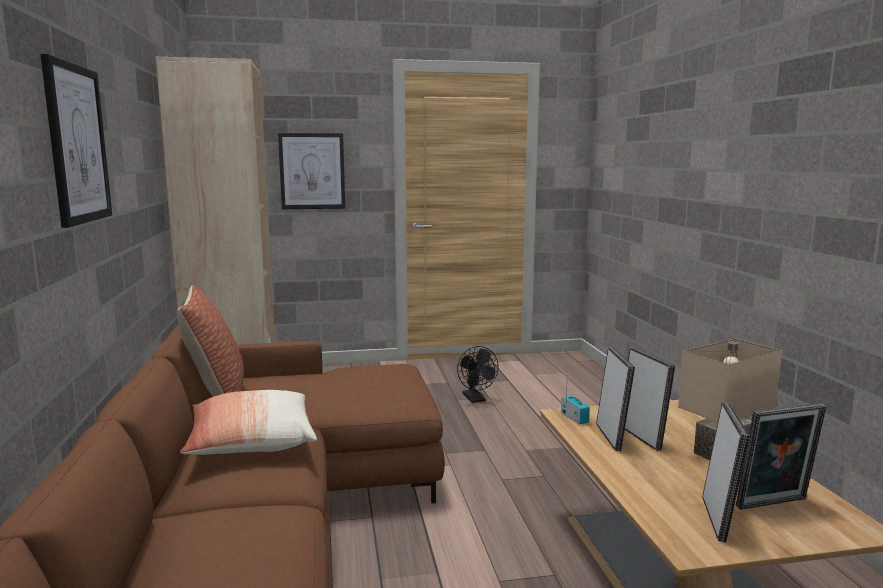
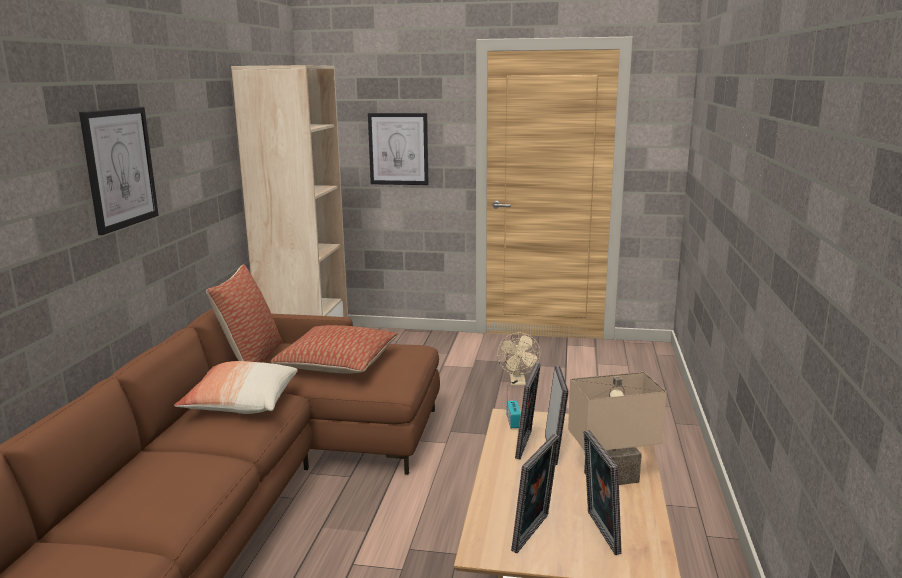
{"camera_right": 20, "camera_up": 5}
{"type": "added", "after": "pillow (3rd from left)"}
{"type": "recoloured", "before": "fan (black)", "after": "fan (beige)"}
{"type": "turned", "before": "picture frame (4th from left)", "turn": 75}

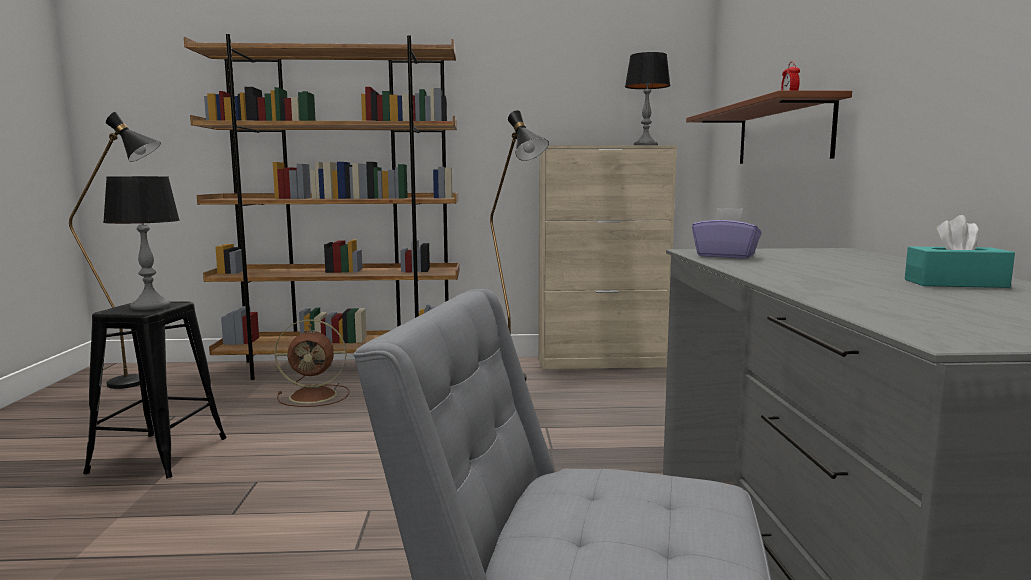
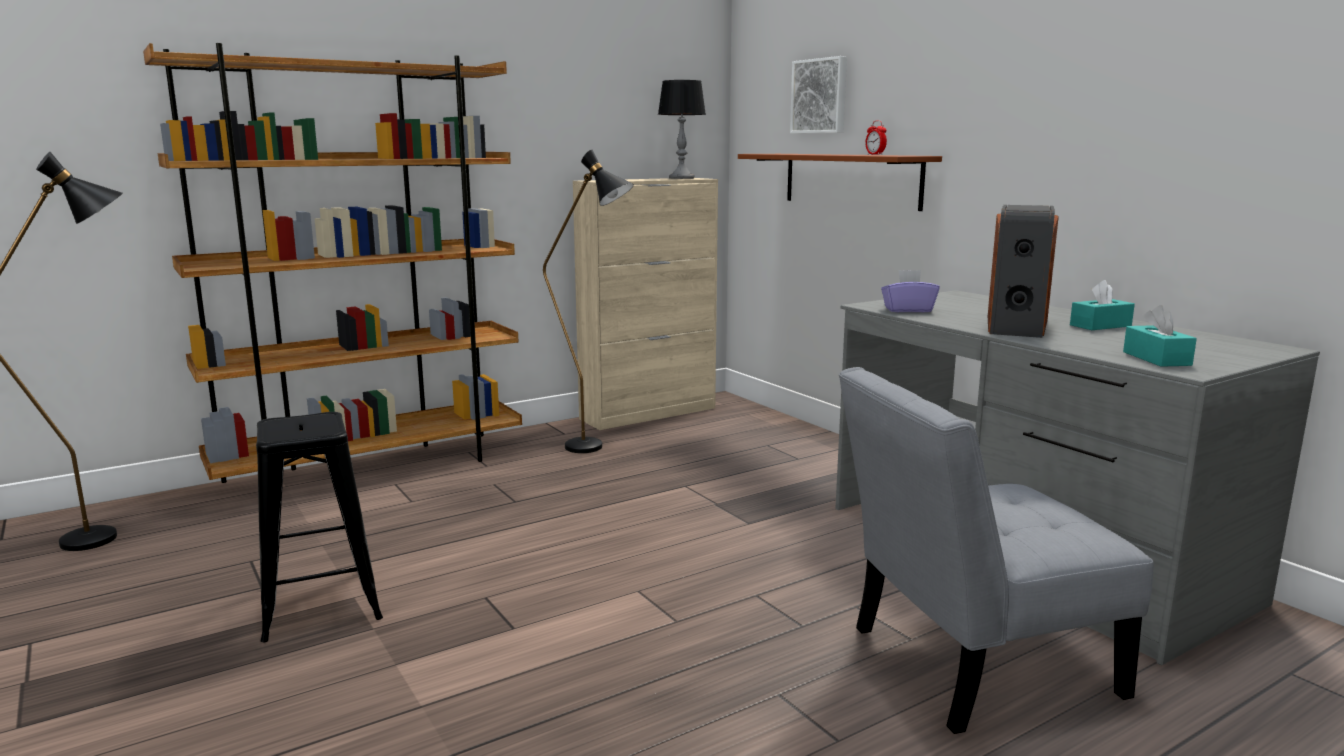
{"camera_right": -30, "camera_up": 5}
{"type": "removed", "before": "table lamp (1st from left)"}
{"type": "removed", "before": "fan (brown)"}
{"type": "added", "after": "picture"}
{"type": "added", "after": "speaker"}
{"type": "added", "after": "tissue box (turquoise) (2nd from left)"}

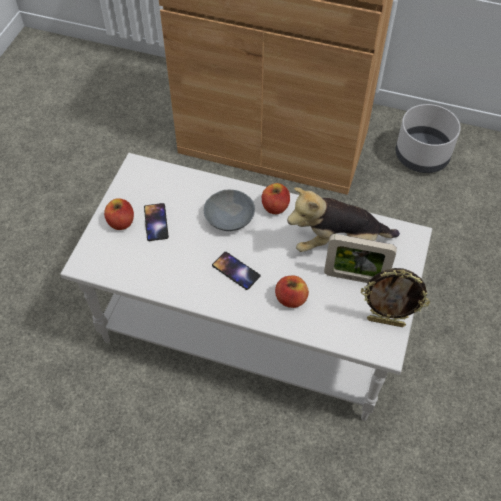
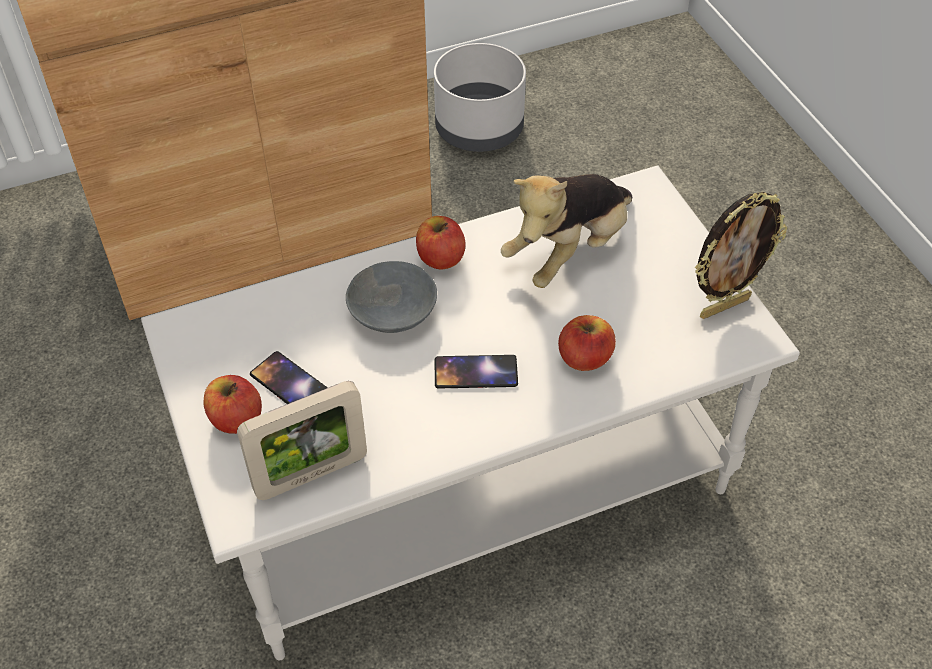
{"camera_right": -40, "camera_up": -5}
{"type": "moved", "before": "picture frame (1st from left)"}

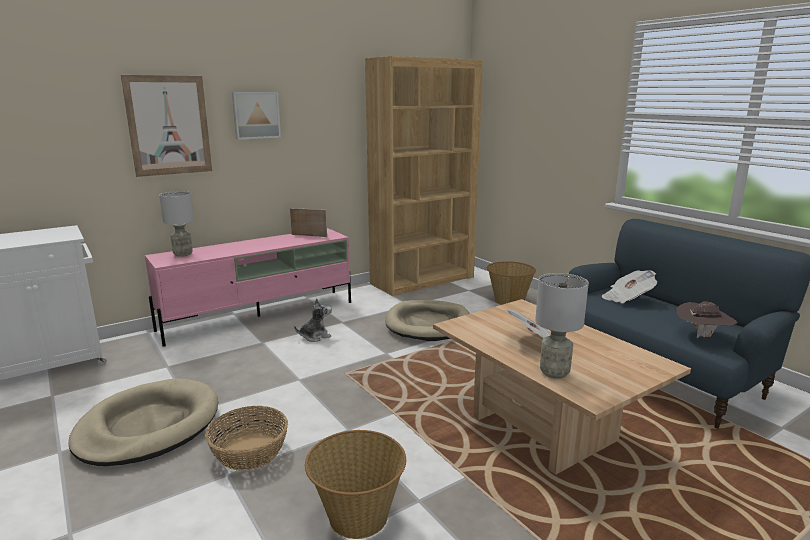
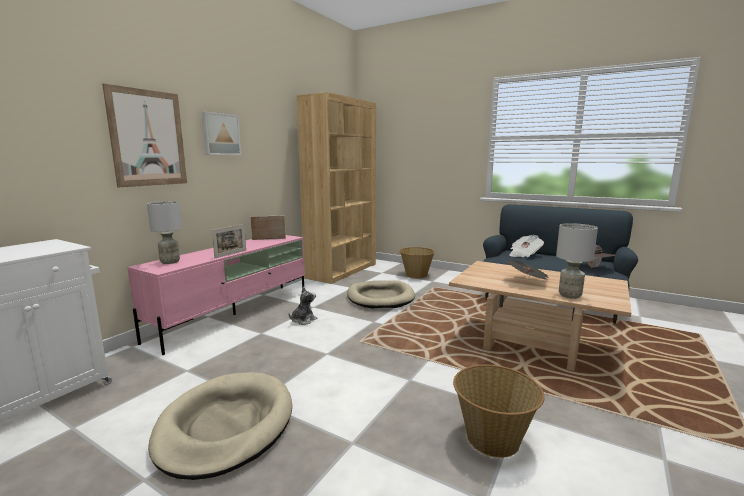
{"camera_right": -25, "camera_up": -5}
{"type": "removed", "before": "basket (1st from left)"}
{"type": "added", "after": "picture frame (1st from left)"}

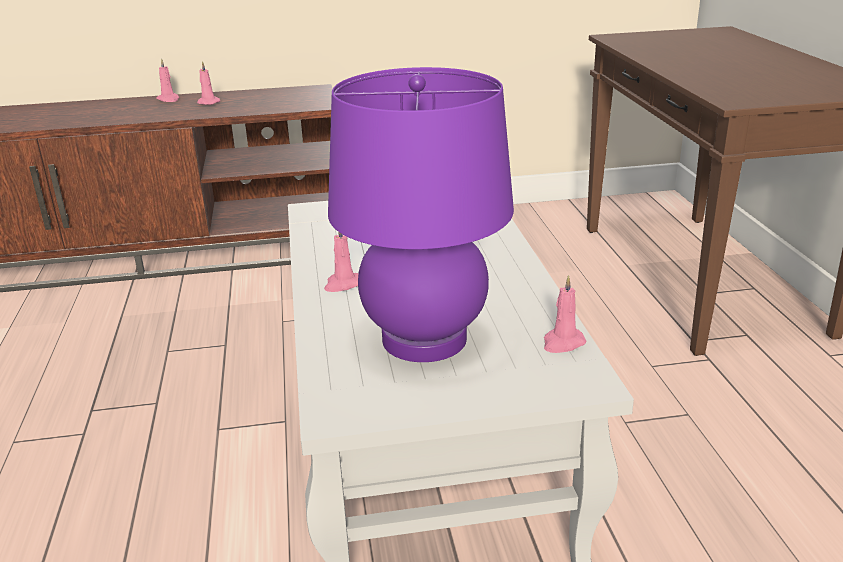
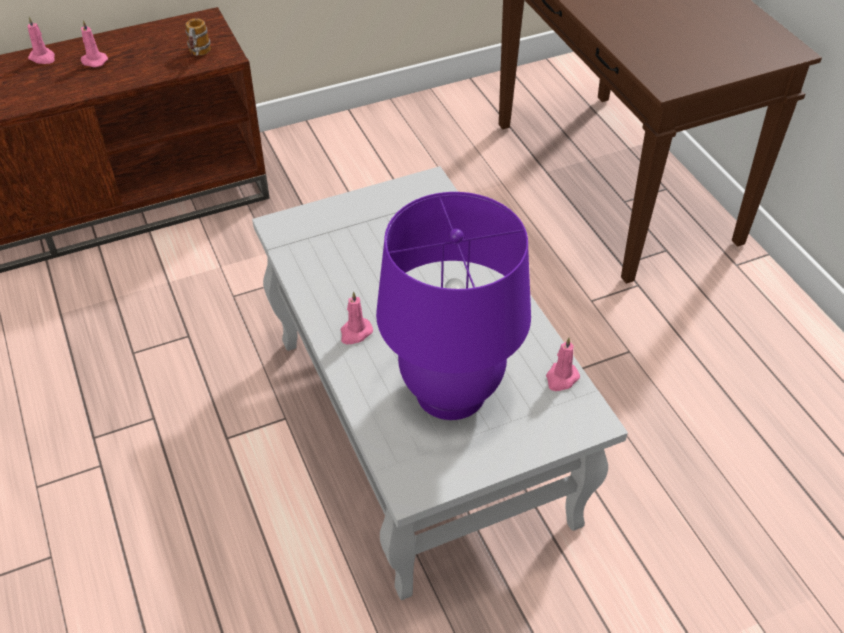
{"camera_right": -15, "camera_up": 20}
{"type": "added", "after": "mug"}

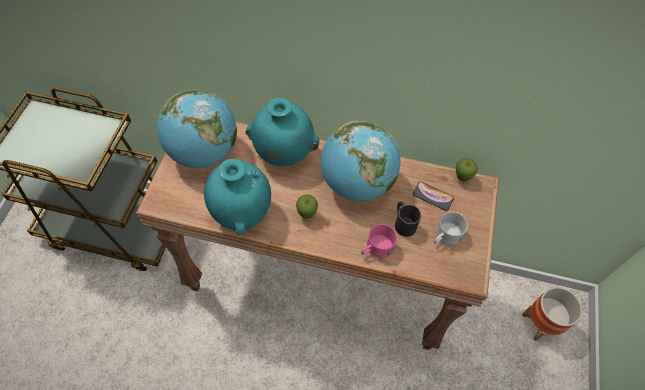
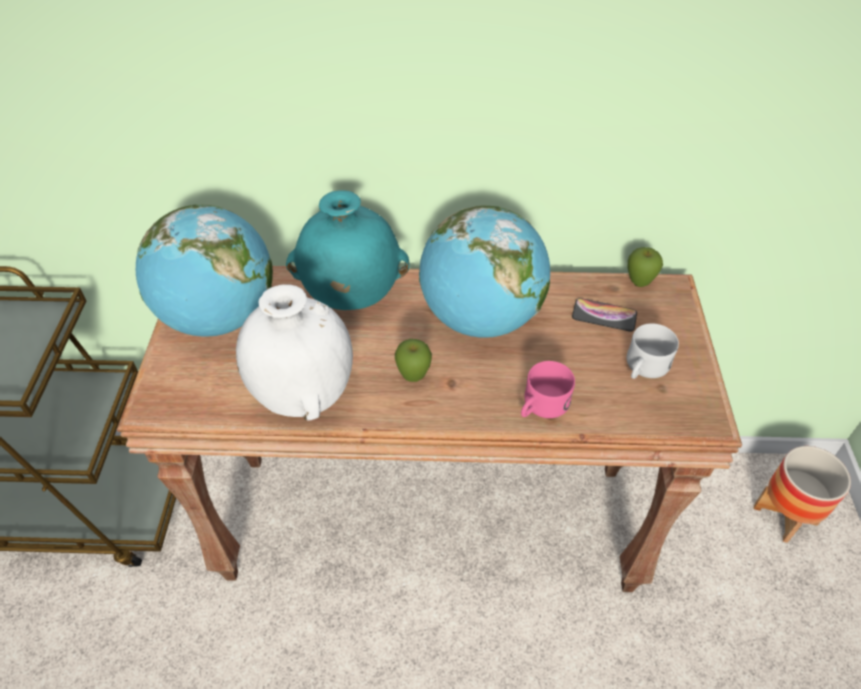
{"camera_right": -10, "camera_up": -10}
{"type": "removed", "before": "mug (black)"}
{"type": "recoloured", "before": "vase (turquoise) (1st from left)", "after": "vase (white)"}

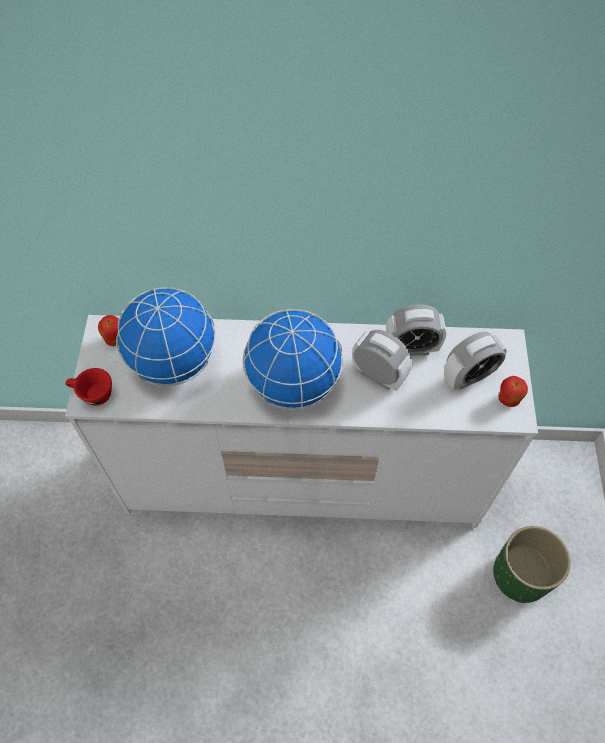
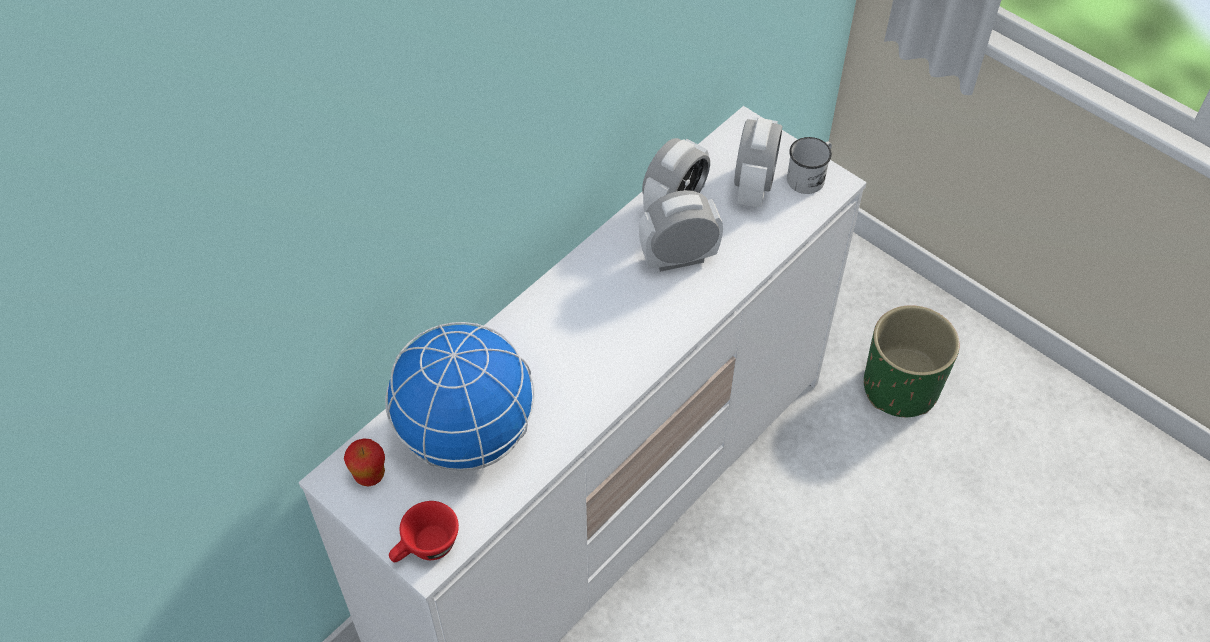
{"camera_right": -50, "camera_up": -5}
{"type": "removed", "before": "globe (2nd from left)"}
{"type": "replaced", "before": "apple (2nd from left)", "after": "mug (white)"}

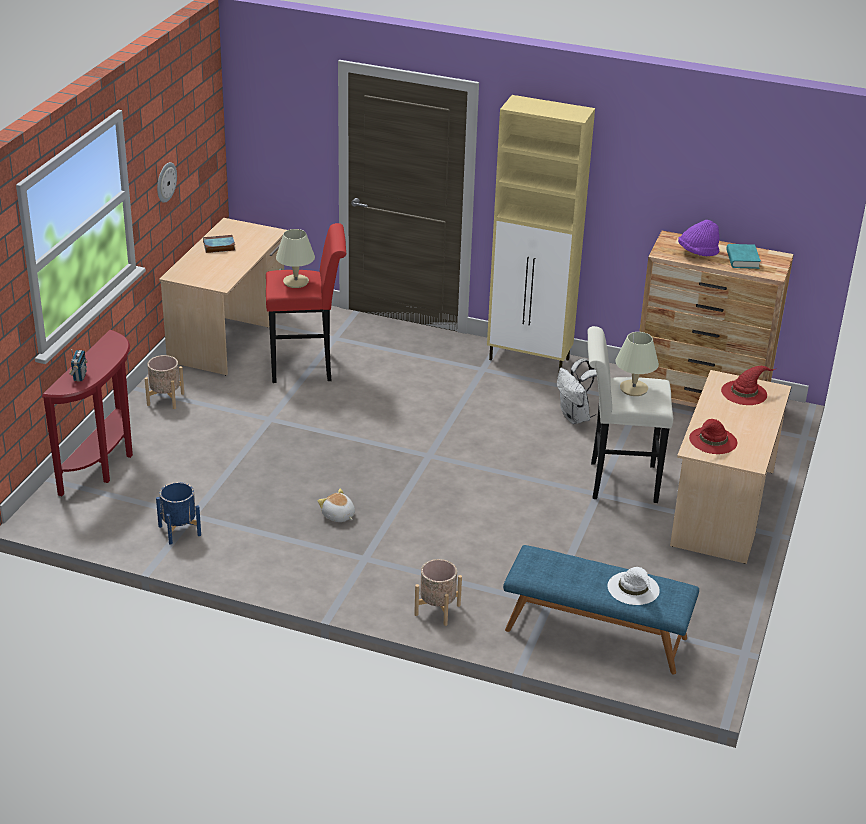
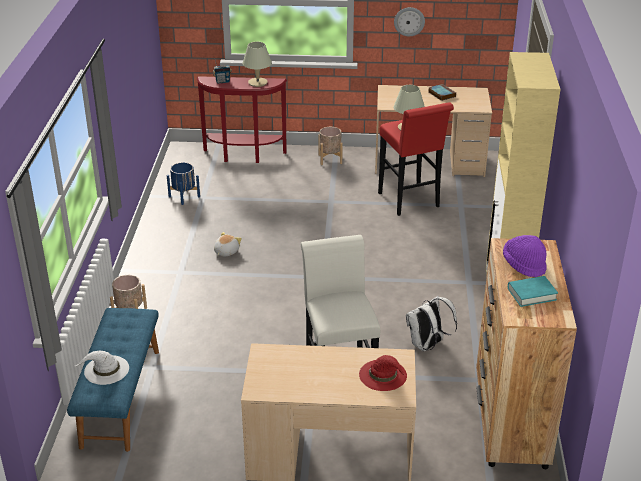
{"camera_right": 75, "camera_up": 0}
{"type": "removed", "before": "hat (red) (1st from left)"}
{"type": "moved", "before": "table lamp (beige) (2nd from left in the first image)", "after": "table lamp (beige) (1st from left)"}

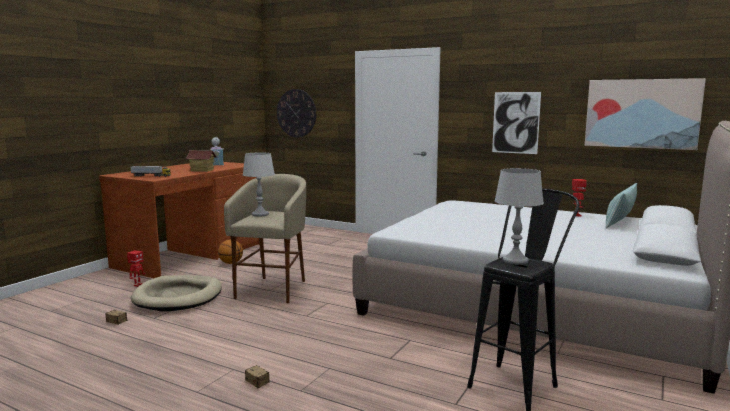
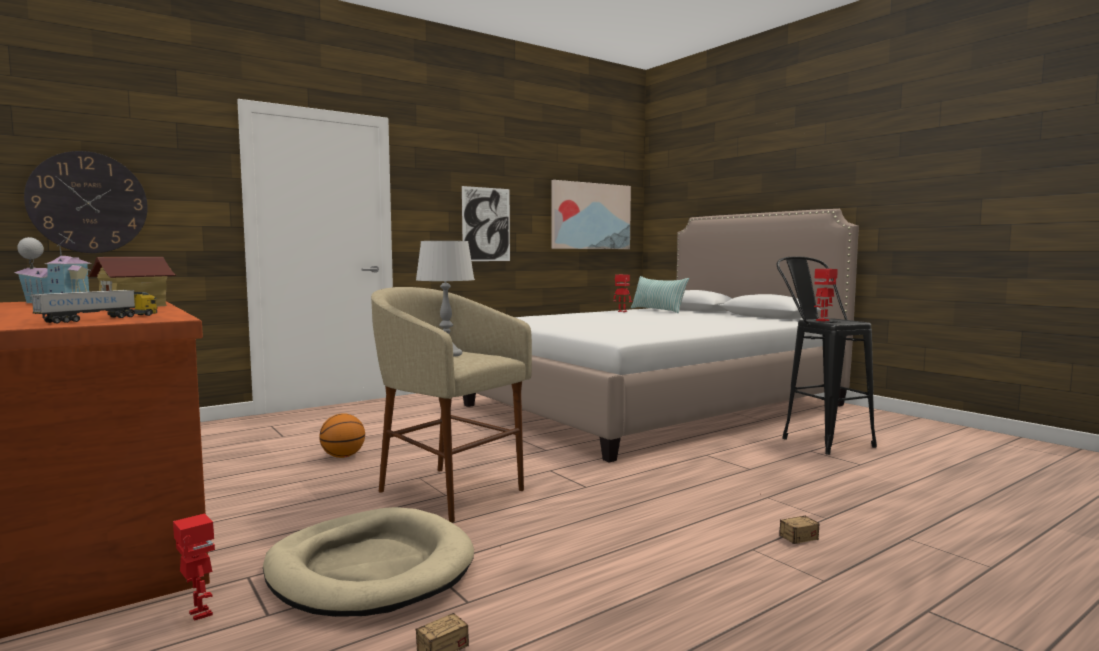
{"camera_right": -65, "camera_up": -5}
{"type": "moved", "before": "basketball"}
{"type": "replaced", "before": "table lamp (grey) (2nd from left)", "after": "toy robot (3rd from left)"}

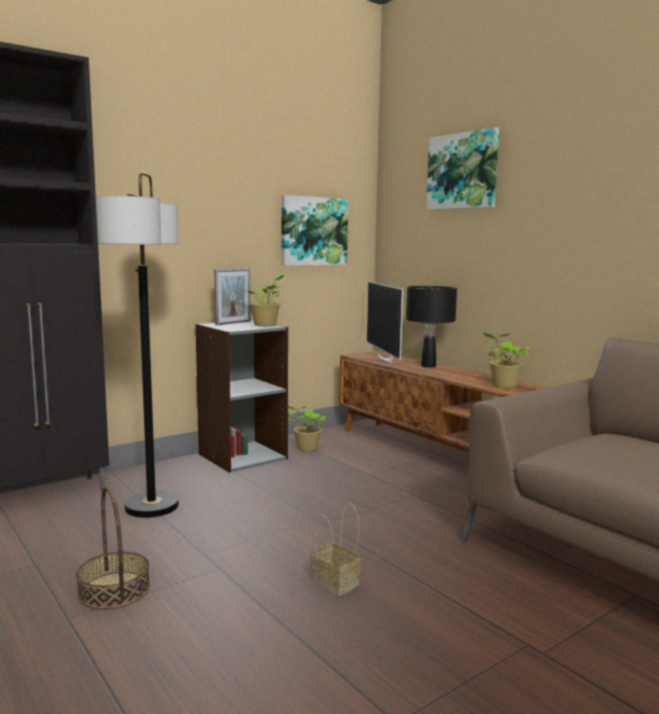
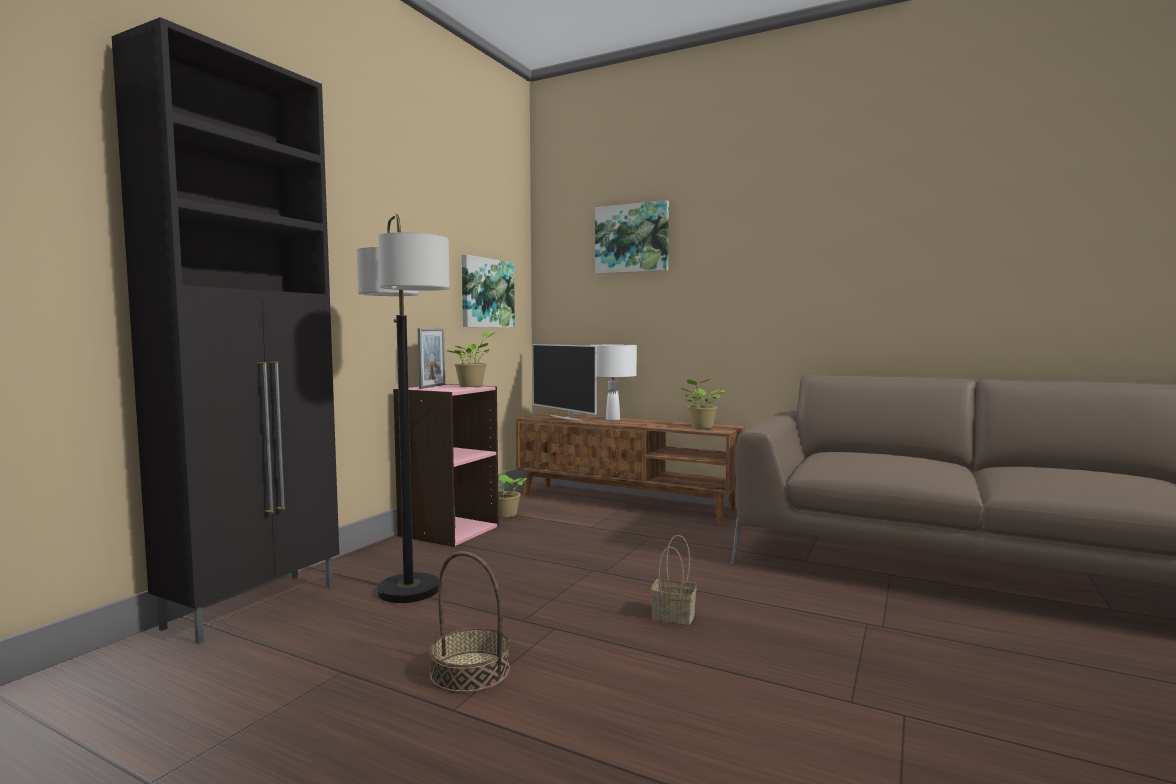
{"camera_right": -25, "camera_up": -5}
{"type": "recoloured", "before": "bookcase (grey)", "after": "bookcase (pink)"}
{"type": "recoloured", "before": "table lamp (black)", "after": "table lamp (white)"}

